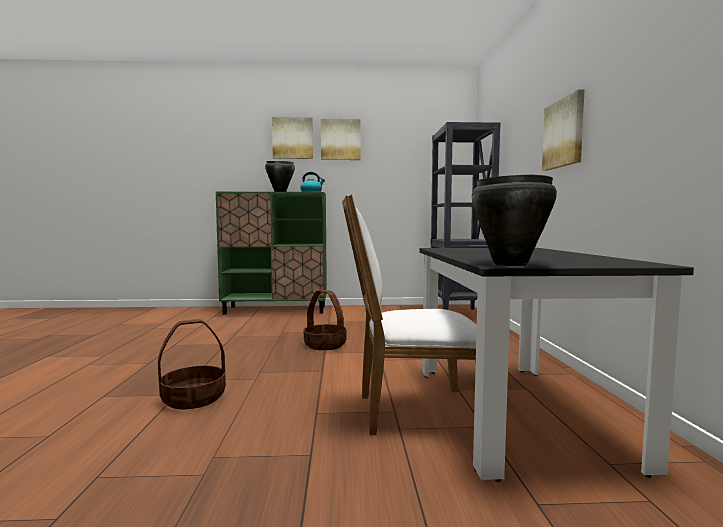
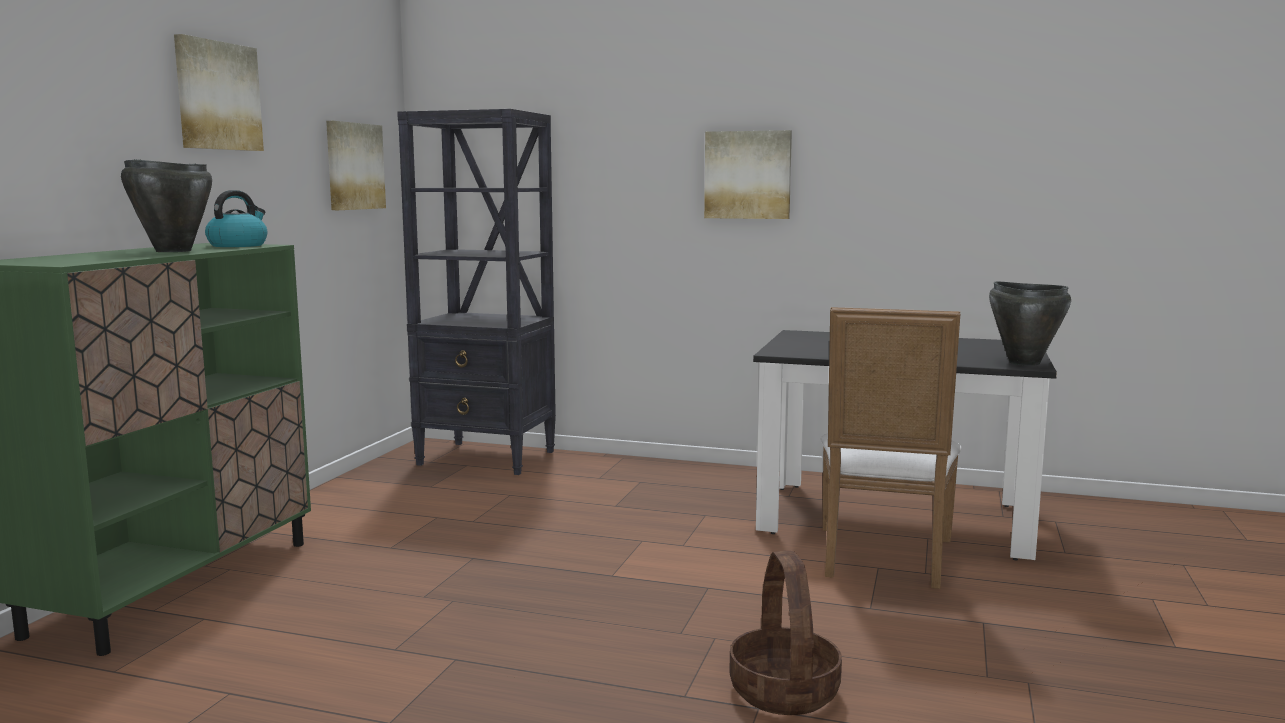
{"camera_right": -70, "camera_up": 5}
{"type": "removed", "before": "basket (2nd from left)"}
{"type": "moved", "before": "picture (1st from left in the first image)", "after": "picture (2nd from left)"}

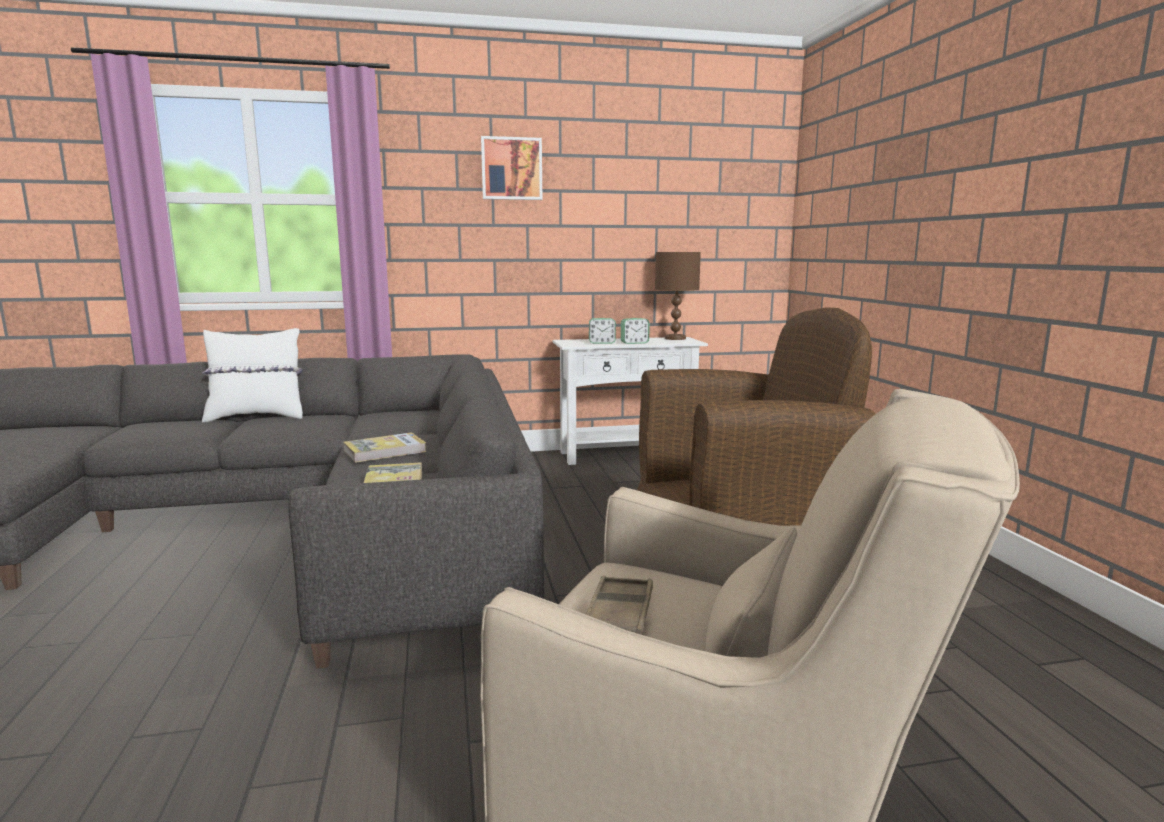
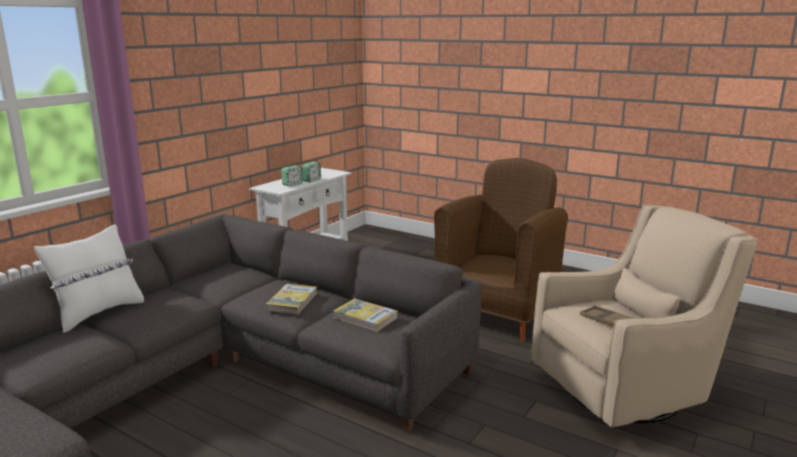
{"camera_right": -45, "camera_up": 5}
{"type": "removed", "before": "picture"}
{"type": "removed", "before": "table lamp (brown)"}

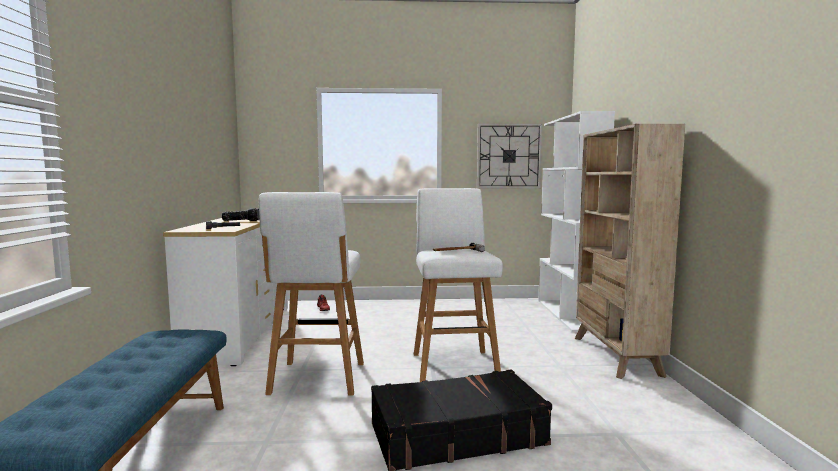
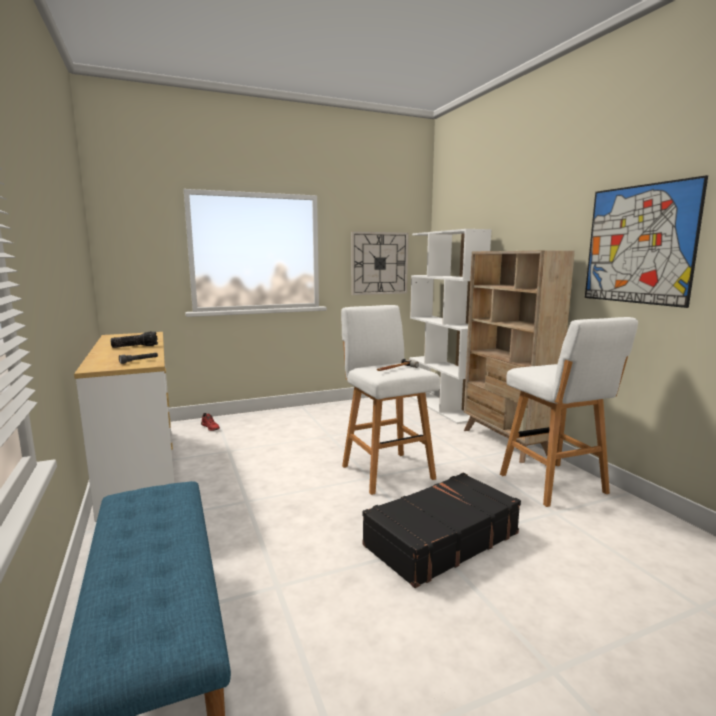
{"camera_right": -20, "camera_up": 5}
{"type": "added", "after": "picture"}
{"type": "moved", "before": "stool (white) (1st from left in the first image)", "after": "stool (white) (2nd from left)"}

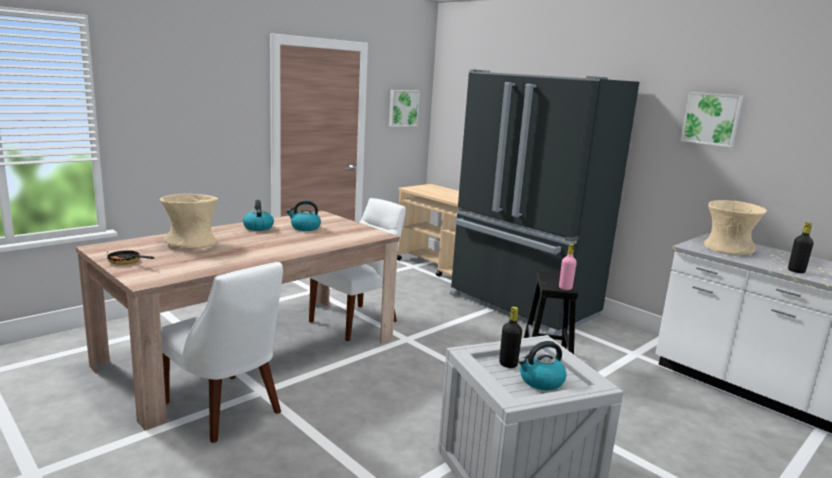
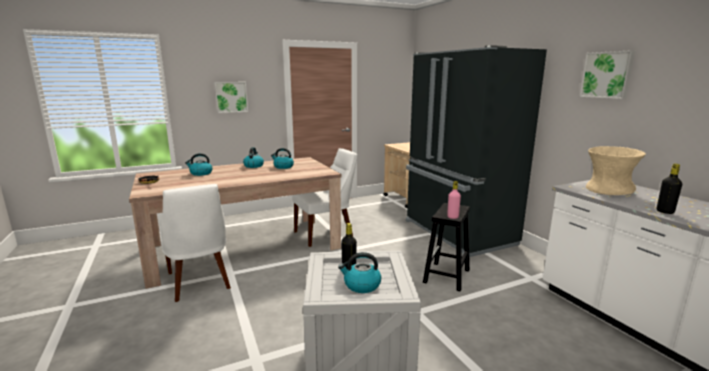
{"camera_right": 20, "camera_up": 0}
{"type": "moved", "before": "picture (1st from left)"}
{"type": "replaced", "before": "vase (beige) (1st from left)", "after": "kettle (1st from left)"}

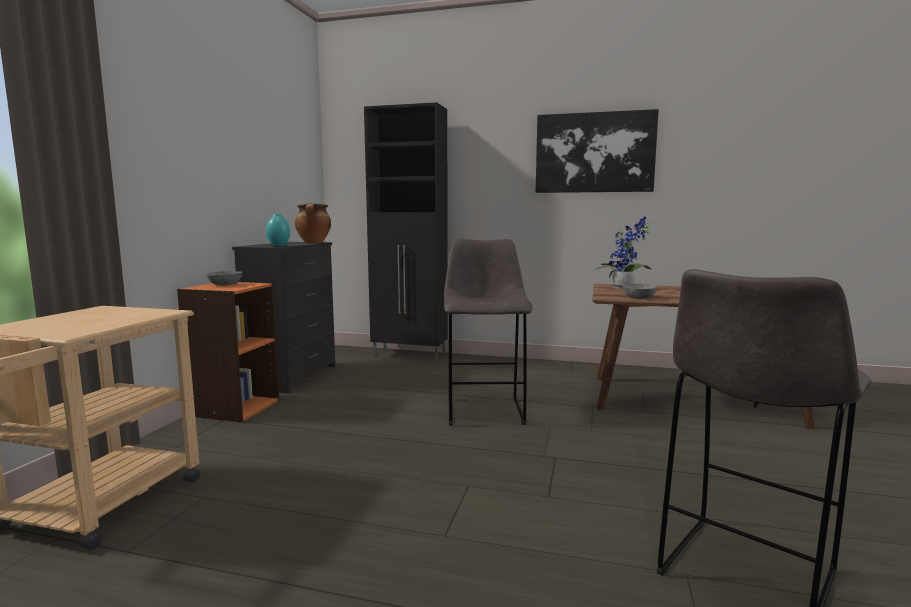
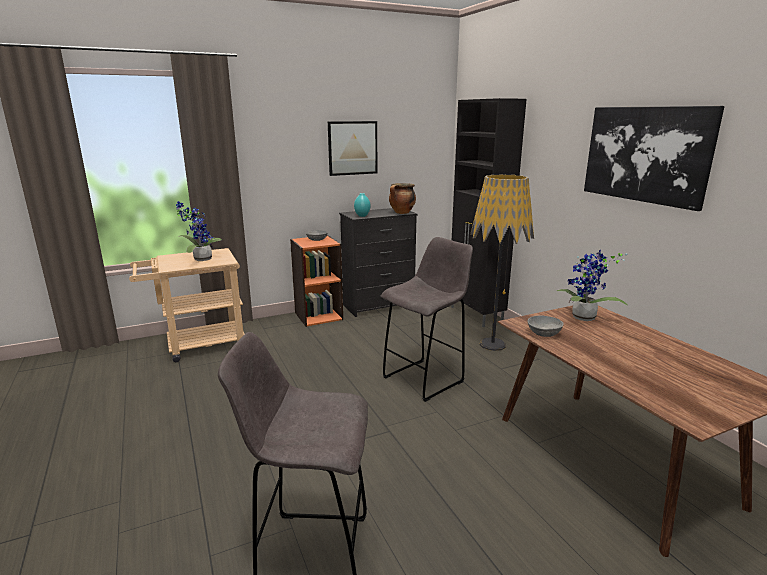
{"camera_right": 50, "camera_up": 10}
{"type": "added", "after": "potted plant (1st from left)"}
{"type": "added", "after": "picture (1st from left)"}
{"type": "added", "after": "floor lamp"}

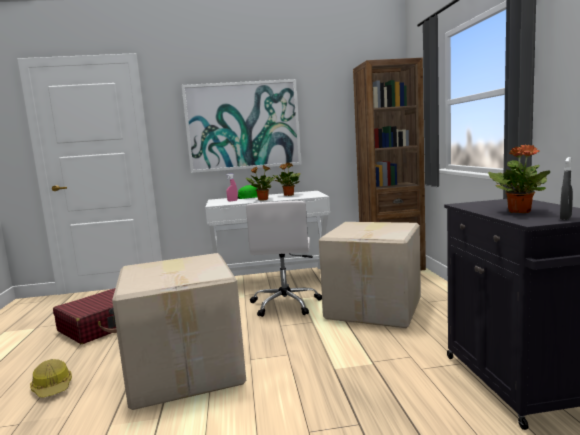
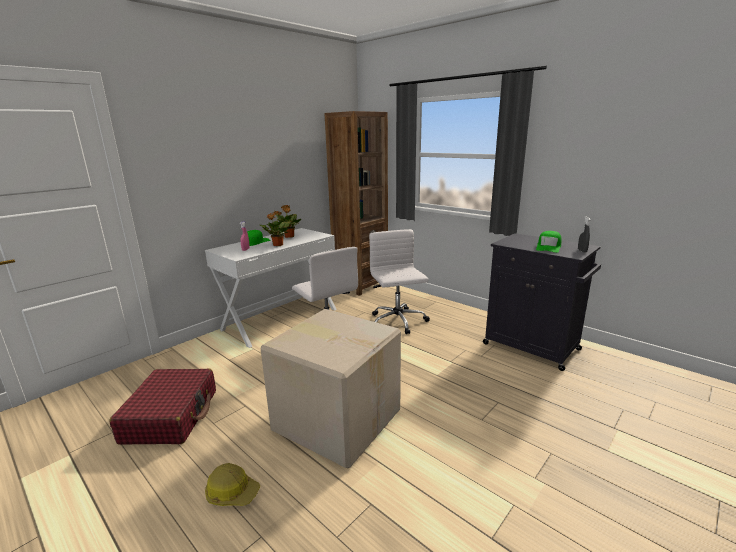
{"camera_right": -40, "camera_up": 10}
{"type": "removed", "before": "picture"}
{"type": "replaced", "before": "cardboard box (2nd from left)", "after": "office chair (white) (2nd from left)"}
{"type": "replaced", "before": "potted plant (3rd from left)", "after": "cap (green) (2nd from left)"}

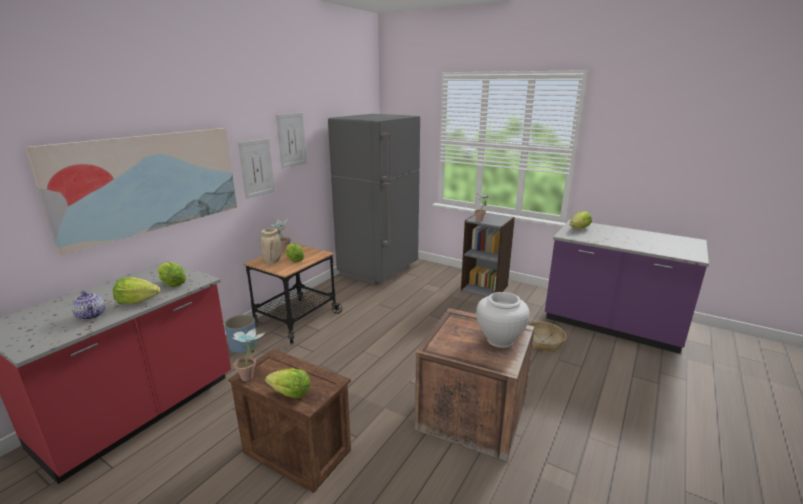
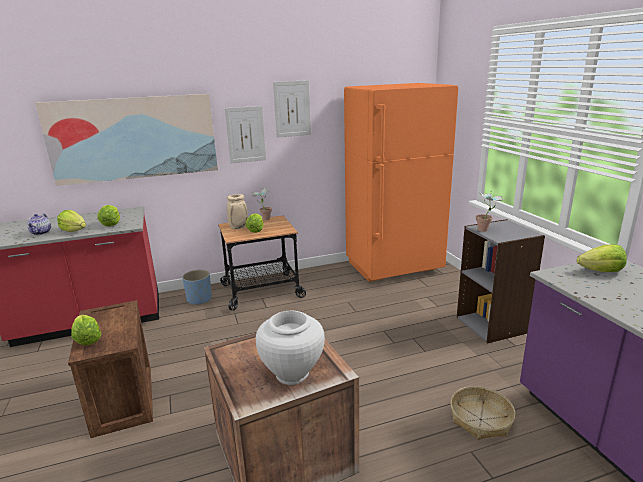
{"camera_right": 40, "camera_up": 0}
{"type": "removed", "before": "potted plant (1st from left)"}
{"type": "recoloured", "before": "fridge (grey)", "after": "fridge (orange)"}

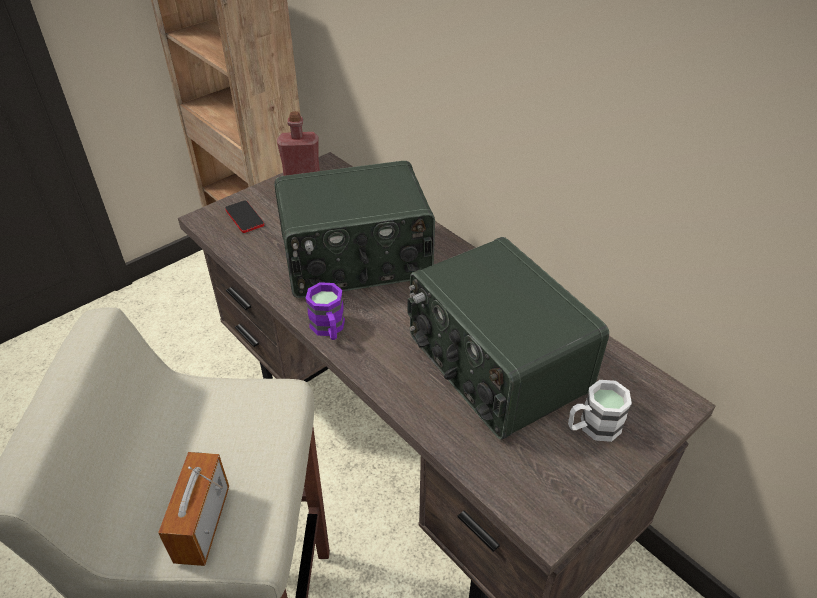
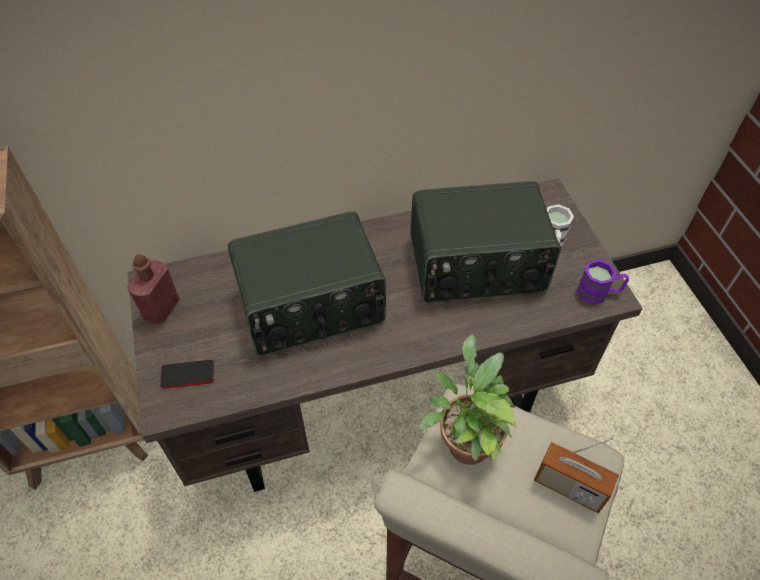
{"camera_right": -65, "camera_up": 10}
{"type": "added", "after": "potted plant"}
{"type": "moved", "before": "mug (purple)"}
{"type": "turned", "before": "radio (2nd from left in the first image)", "turn": 60}

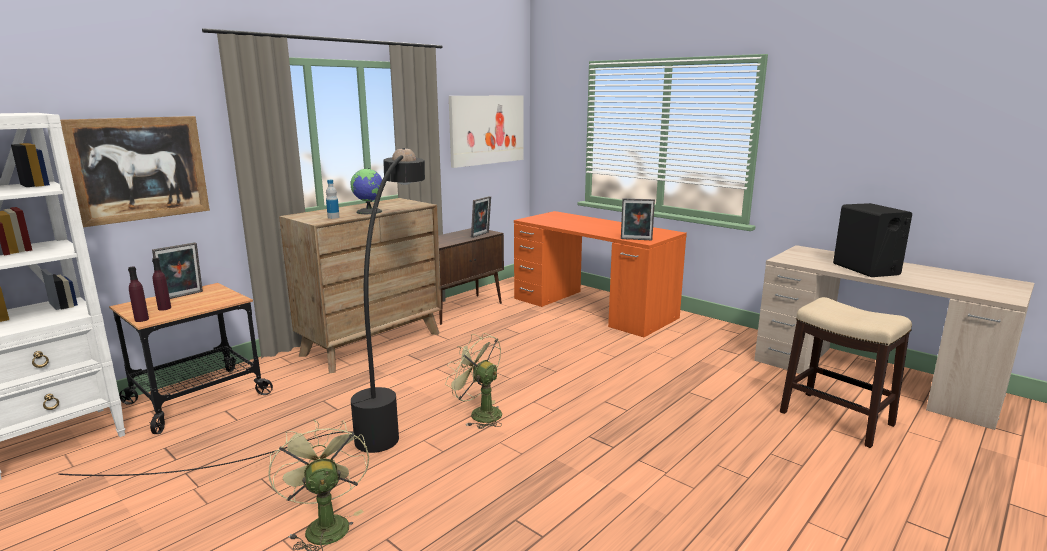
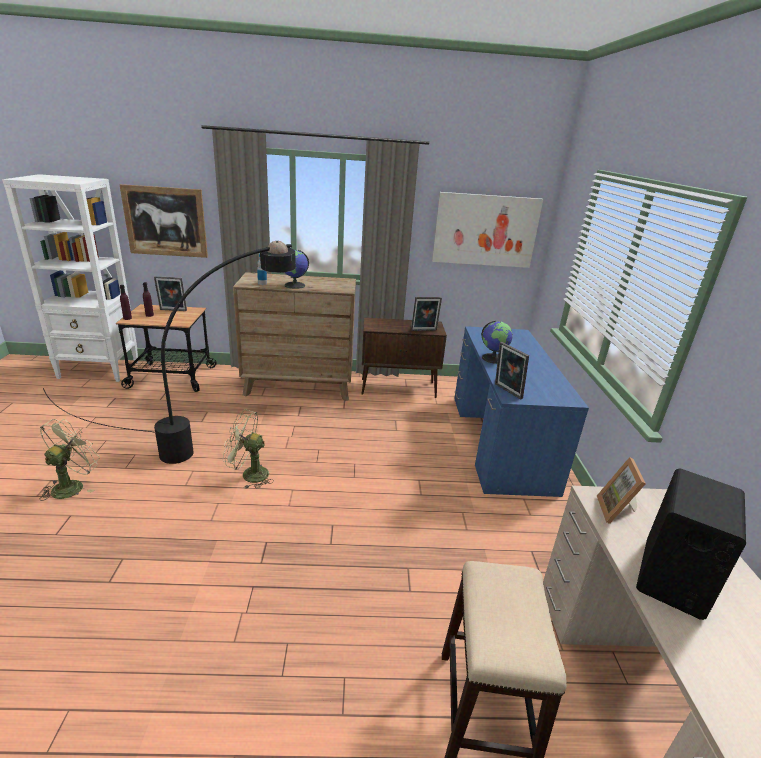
{"camera_right": 45, "camera_up": 10}
{"type": "added", "after": "globe (2nd from left)"}
{"type": "added", "after": "picture frame (4th from left)"}
{"type": "recoloured", "before": "desk (orange)", "after": "desk (blue)"}
{"type": "turned", "before": "fan (green) (2nd from left)", "turn": -75}

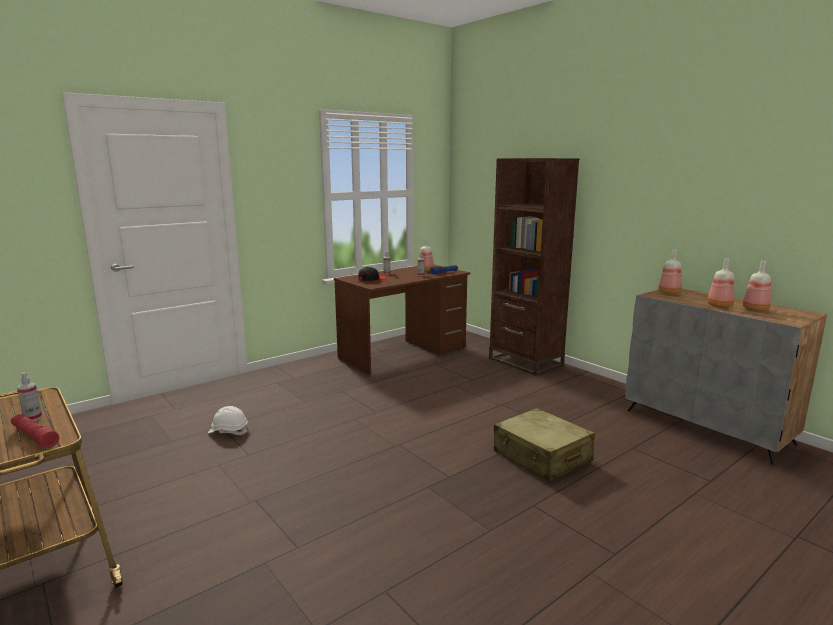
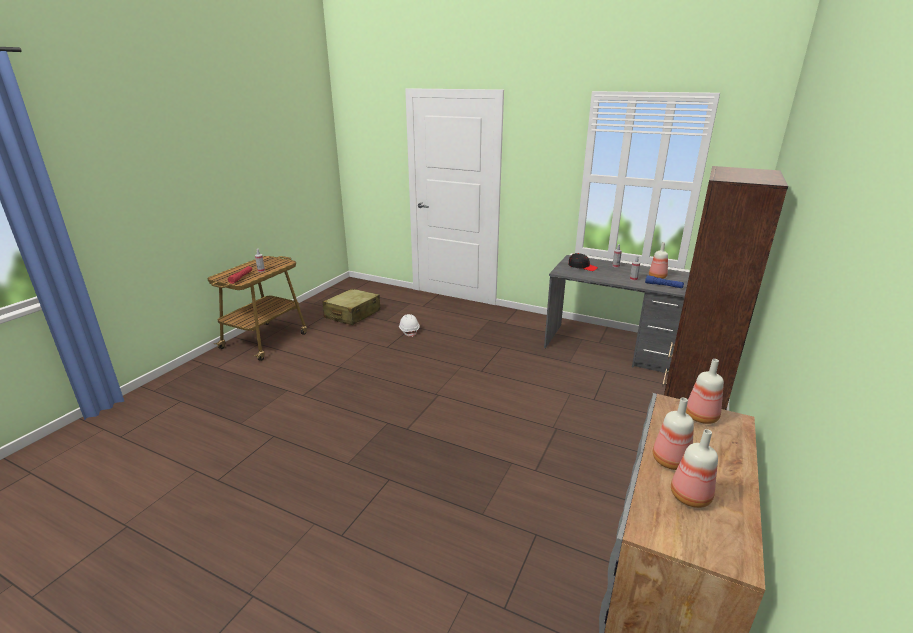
{"camera_right": 65, "camera_up": 10}
{"type": "moved", "before": "suitcase (beige)"}
{"type": "recoloured", "before": "desk (brown)", "after": "desk (grey)"}

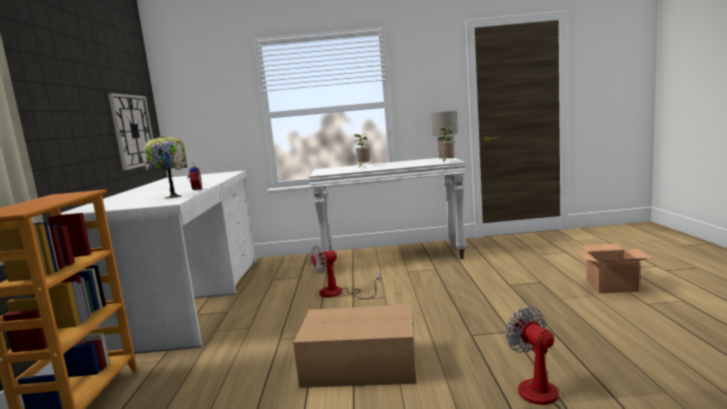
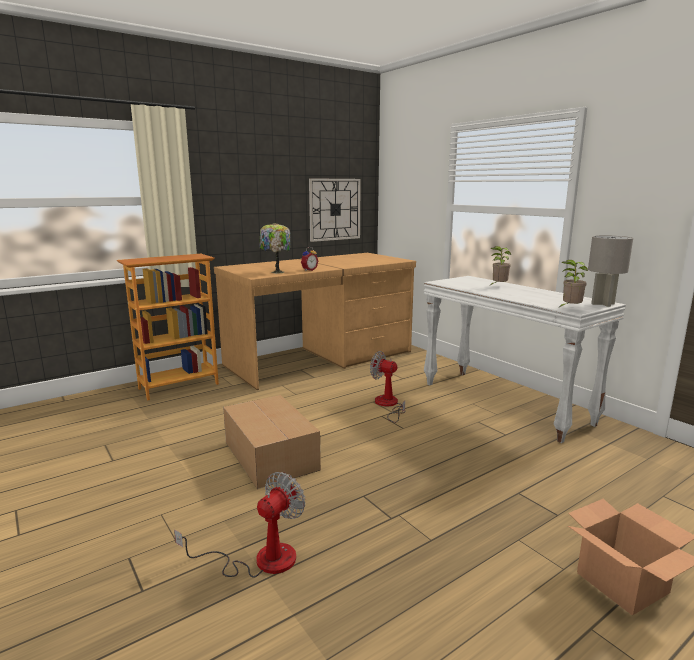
{"camera_right": 55, "camera_up": 5}
{"type": "recoloured", "before": "desk (white)", "after": "desk (brown)"}

